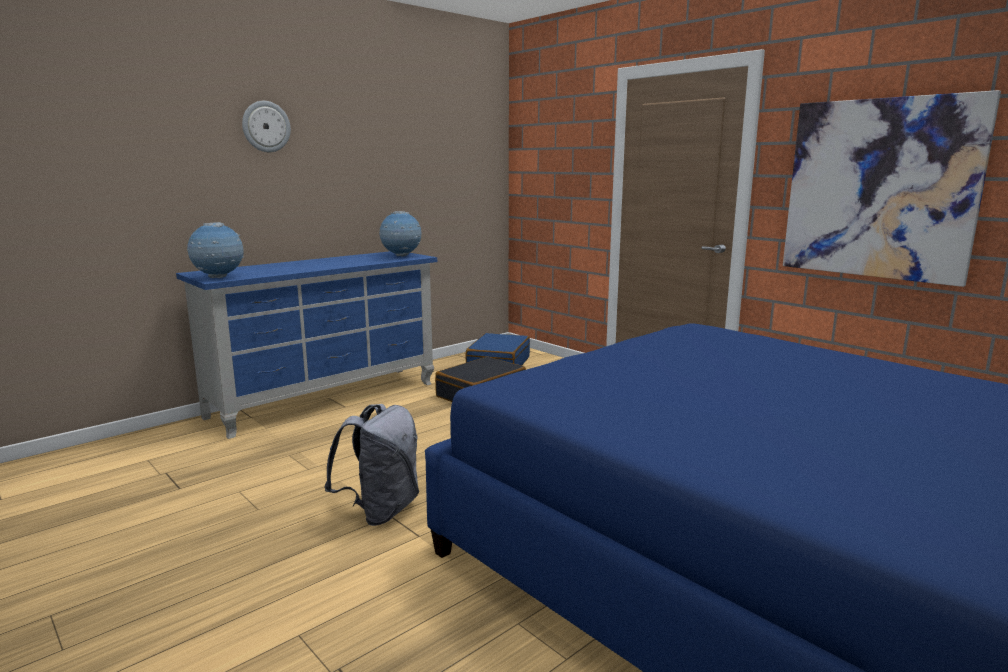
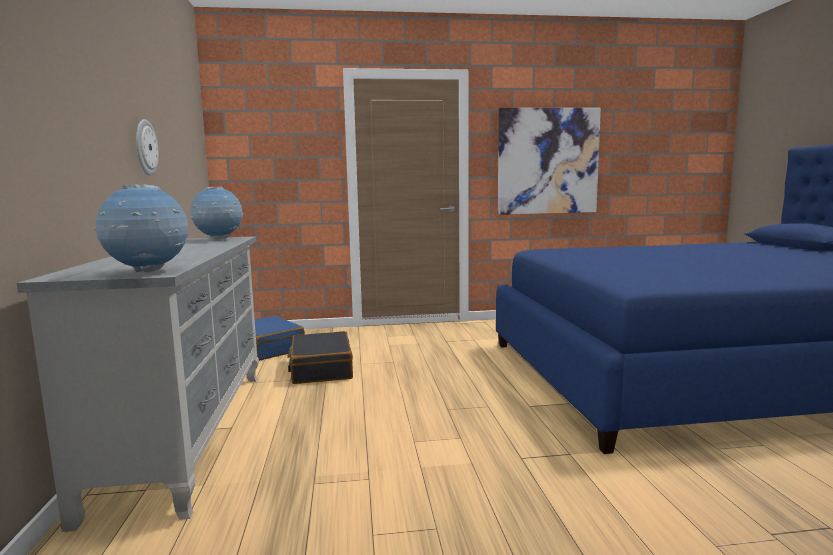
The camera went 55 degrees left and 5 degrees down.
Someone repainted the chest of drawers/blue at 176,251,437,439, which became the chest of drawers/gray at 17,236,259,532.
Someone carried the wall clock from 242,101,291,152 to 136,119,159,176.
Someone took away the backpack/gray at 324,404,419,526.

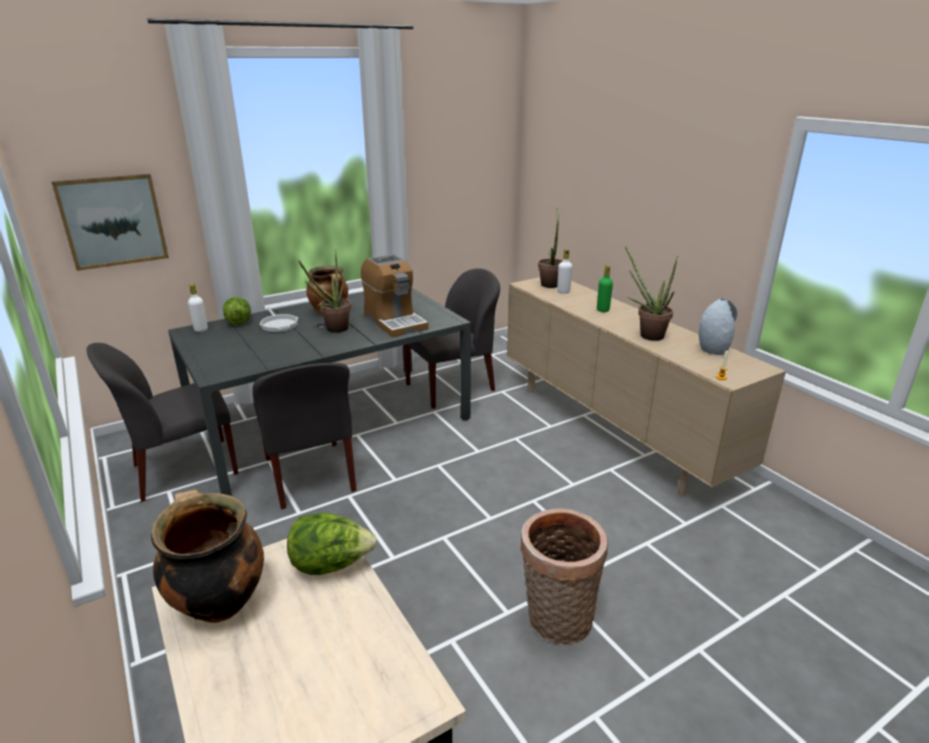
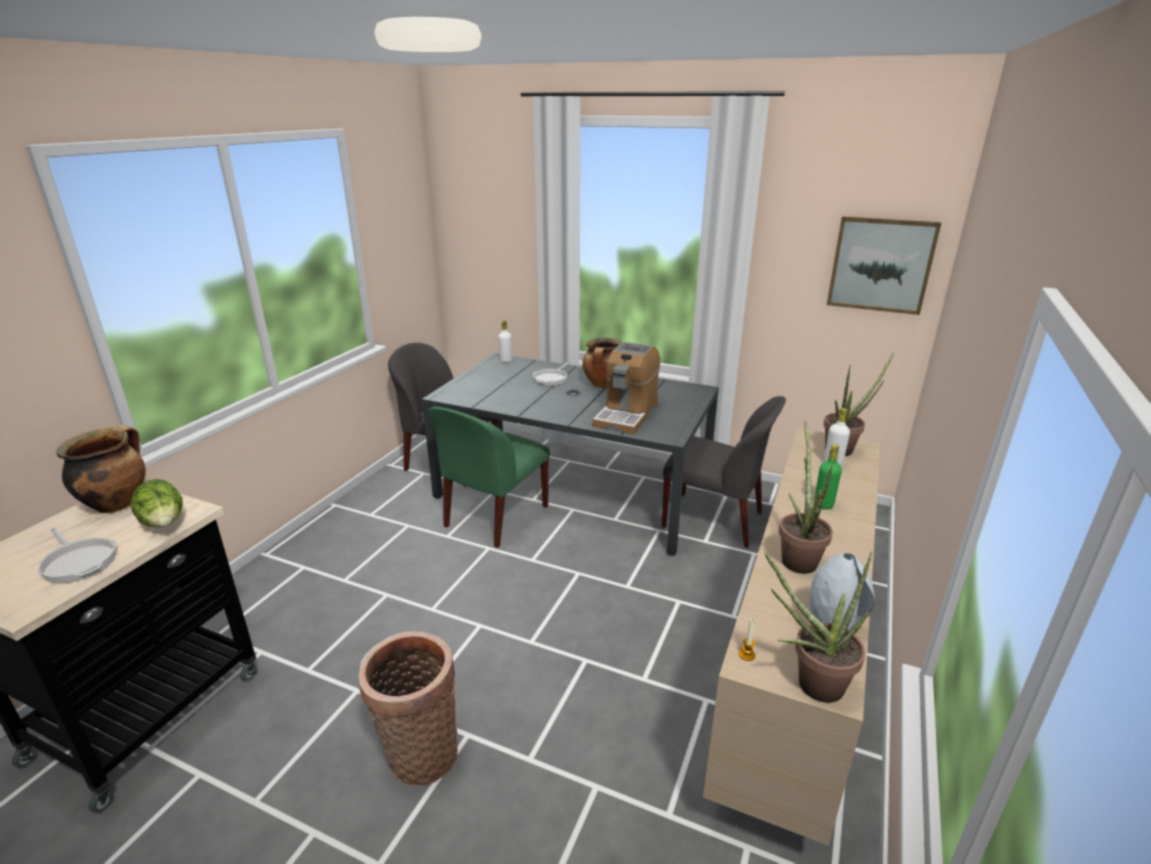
The camera went 55 degrees right and 0 degrees up.
Someone carried the wall picture from 51,174,169,271 to 827,216,941,315.
Someone took away the head of lettuce at 223,297,251,325.
Someone repainted the upright chair/gray at 252,363,356,509, which became the upright chair/green-coloured at 428,407,550,548.
Someone carried the potted plant from 298,250,351,333 to 764,551,872,703.
Someone put down the pan at 36,528,116,583.

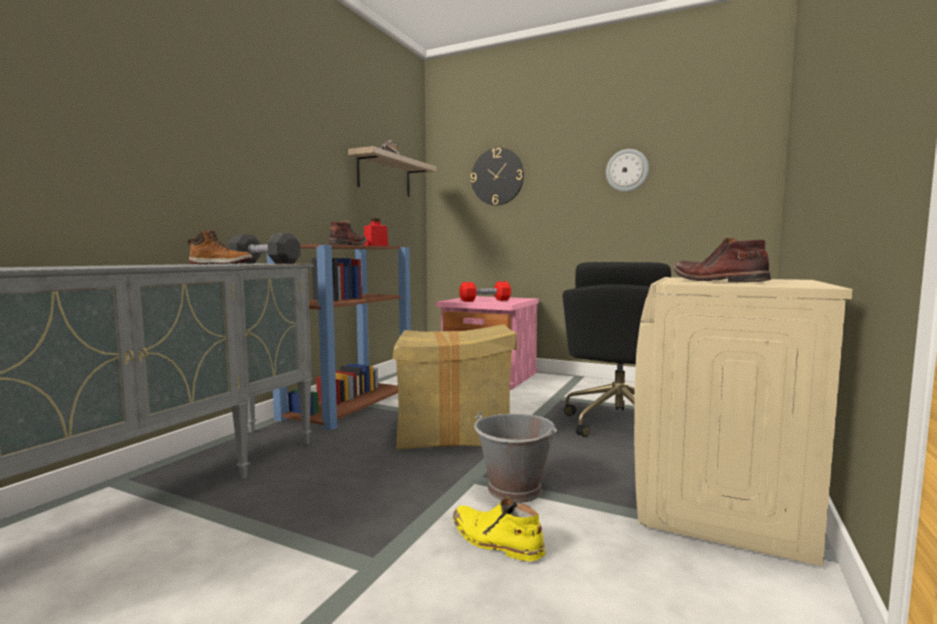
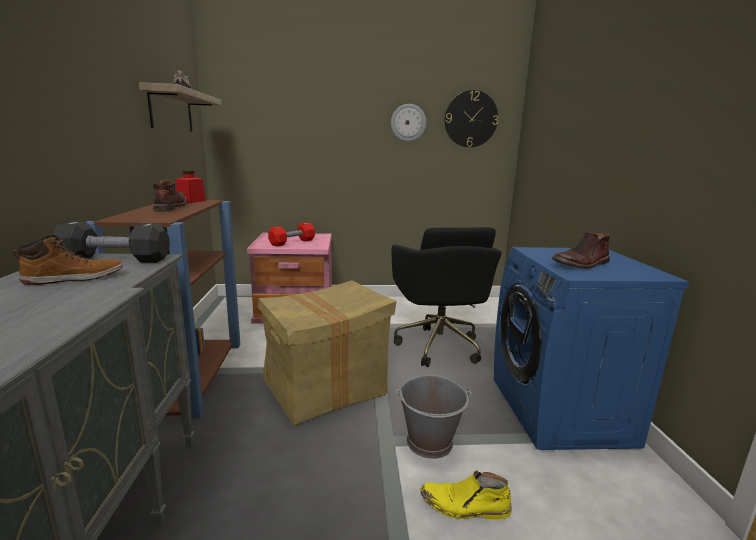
The camera went 30 degrees left and 10 degrees up.
Someone carried the wall clock from 471,148,524,205 to 445,90,498,147.
Someone repainted the laundry appliance/sand-coloured at 634,277,853,566, which became the laundry appliance/blue at 494,247,689,450.
Someone rotated the boot/brown at 673,238,771,282 by 60 degrees counterclockwise.

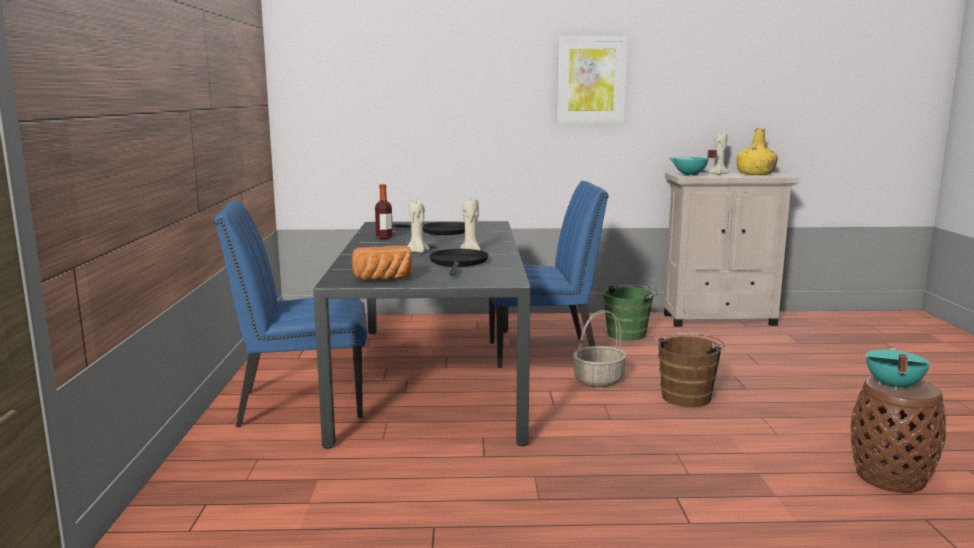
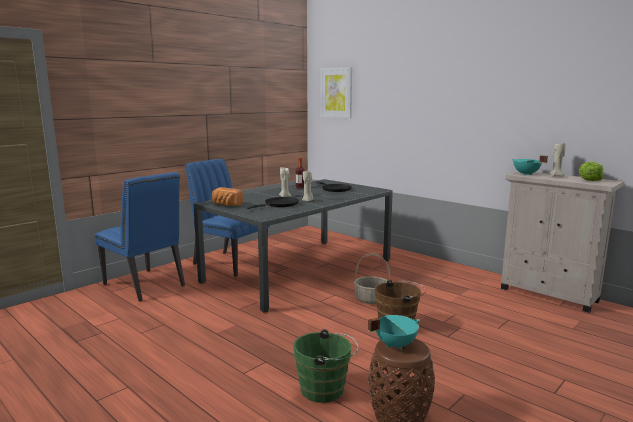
The camera went 45 degrees right and 0 degrees up.
Someone carried the upright chair/blue from 489,181,609,368 to 95,172,185,302.
Someone carried the wall picture from 556,36,628,123 to 320,67,352,118.
Someone carried the pail/green-coloured from 603,285,658,341 to 293,329,359,403.
Someone swapped the beverage bottle/yellow at 737,128,778,175 for the head of lettuce at 579,162,603,181.

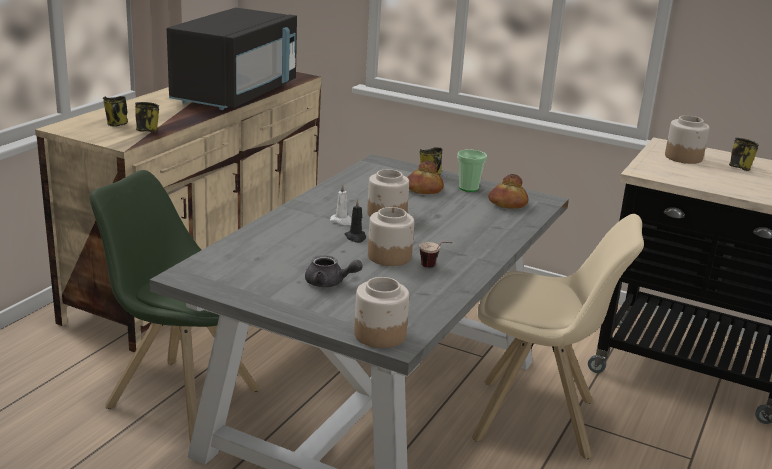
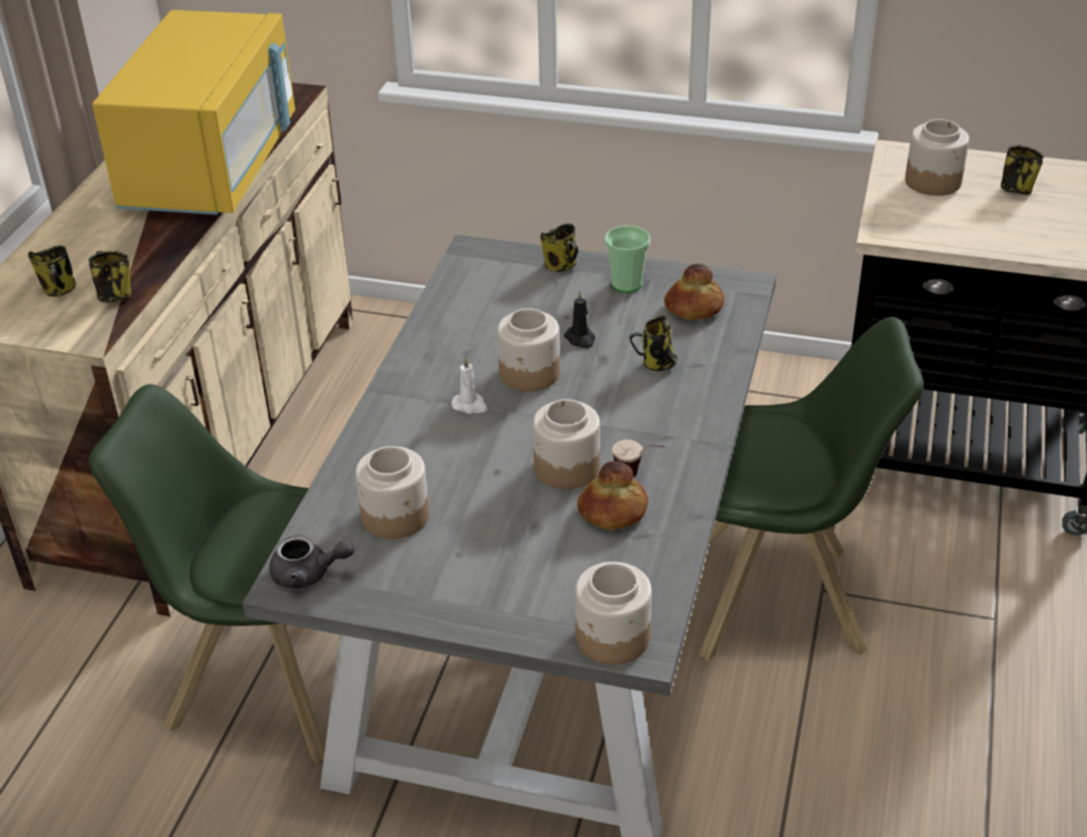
The camera went 10 degrees left and 15 degrees up.
Someone repainted the kitchen microwave/black-coloured at 167,8,297,110, which became the kitchen microwave/yellow at 92,10,295,215.
Someone carried the teapot/gray from 305,255,363,287 to 269,534,354,589.
Someone carried the wax candle/black-coloured from 344,199,366,243 to 564,291,595,348.
Someone carried the bakery bread from 407,160,444,194 to 577,461,648,530.
Someone repainted the upright chair/sand-coloured at 472,214,644,459, which became the upright chair/green-coloured at 699,317,924,661.
Someone put down the jar at 355,446,429,539.
Someone put down the mug at 629,316,677,371.

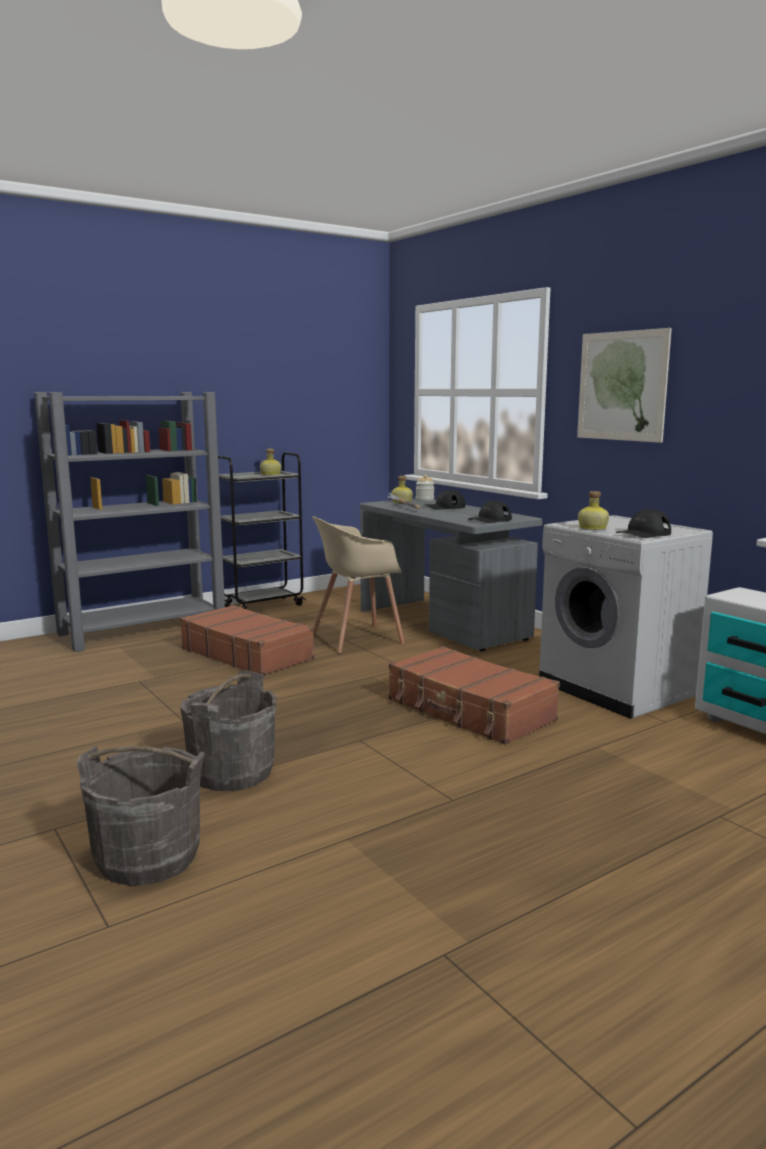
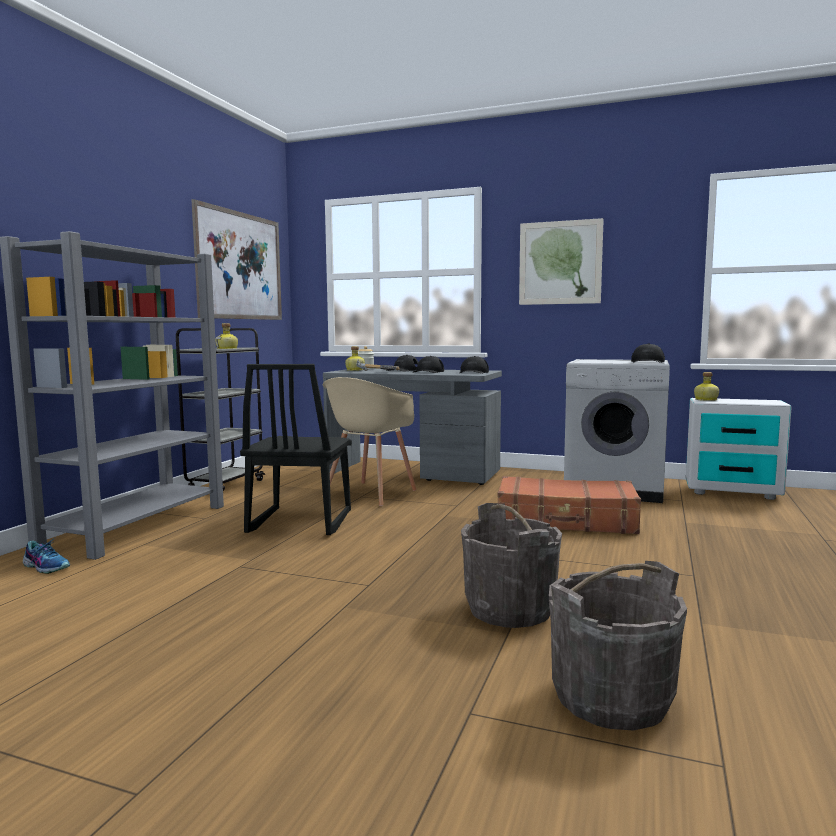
The camera went 35 degrees left and 5 degrees down.
Someone swapped the suitcase/brown at 180,605,314,675 for the upright chair/black-coloured at 240,364,352,535.
Someone carried the beverage bottle from 578,491,609,530 to 694,372,719,401.
Someone put down the shoe at 23,539,70,574.
Someone put up the wall picture at 191,199,282,320.
Someone put down the baseball cap/black-coloured at 413,356,444,373.

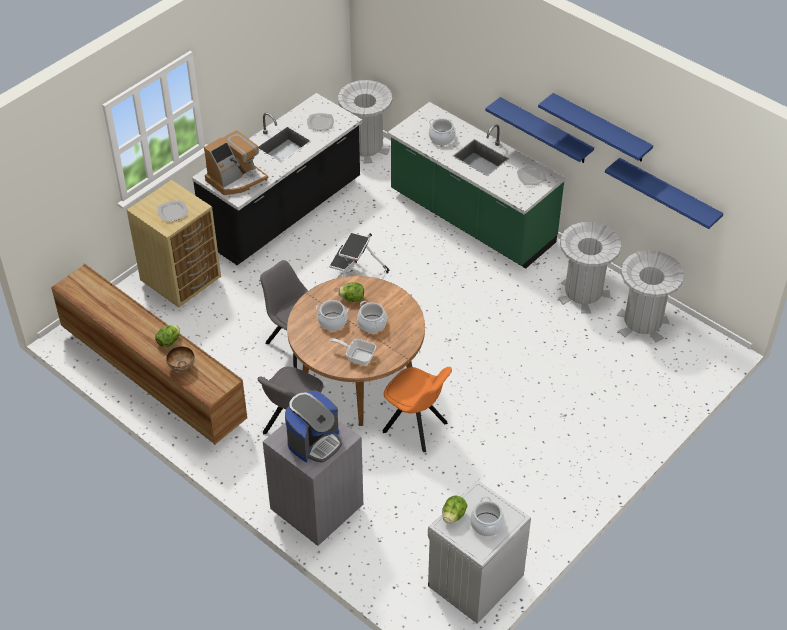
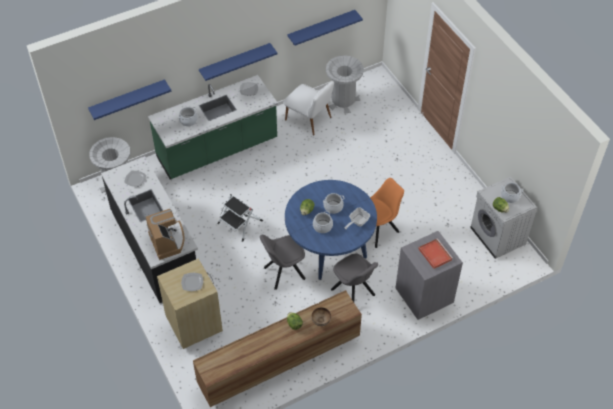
The camera went 70 degrees left and 5 degrees up.
Someone swapped the coffee brewer at 285,390,342,463 for the tray/red-coloured at 418,238,453,269.
Someone repainted the dinner table/brown at 287,276,425,426, which became the dinner table/blue at 285,180,377,280.
Someone carried the shelf/blue from 538,93,653,161 to 88,79,171,120.
Someone swapped the rubbish bin/gray at 558,222,621,314 for the upright chair/whitish at 283,81,334,135.

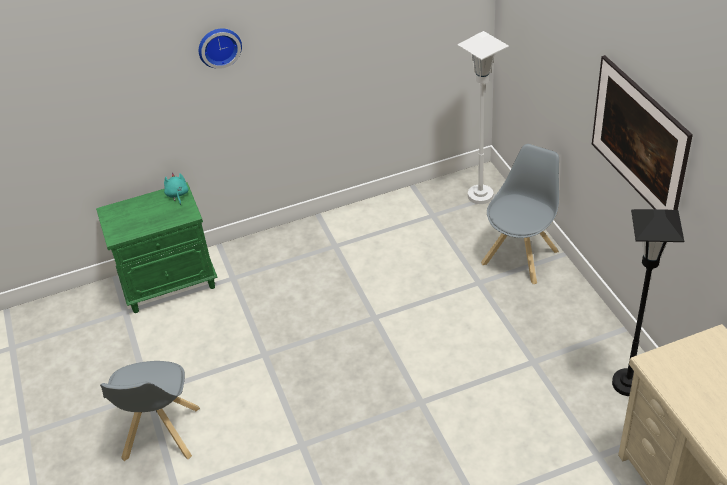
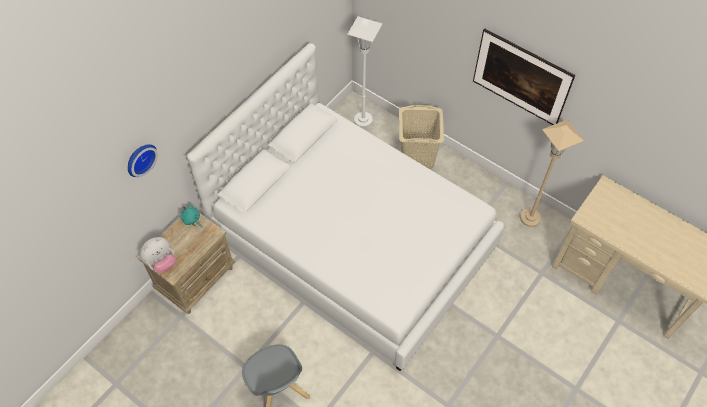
The camera went 35 degrees left and 15 degrees up.
Someone repainted the nightstand/green-coloured at 96,182,218,313, which became the nightstand/sand-coloured at 137,207,236,314.
Someone carried the wall clock from 199,28,242,69 to 128,144,158,177.
Someone swapped the upright chair/gray at 481,144,559,284 for the washing basket/sand-coloured at 399,105,444,169.
Someone repainted the standard lamp/black-coloured at 612,209,684,396, which became the standard lamp/sand-coloured at 520,120,584,227.
Someone put down the cuddly toy at 139,237,176,273.
Someone put down the bed/whitish at 187,43,505,371.

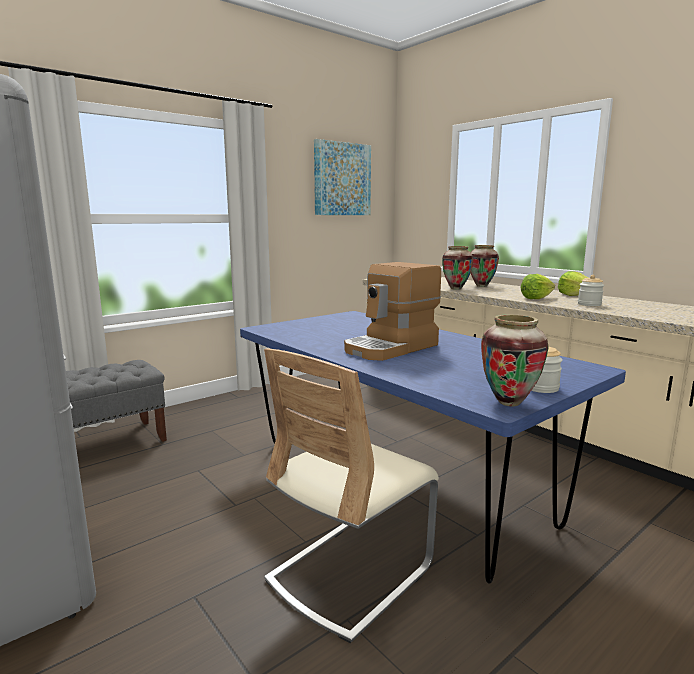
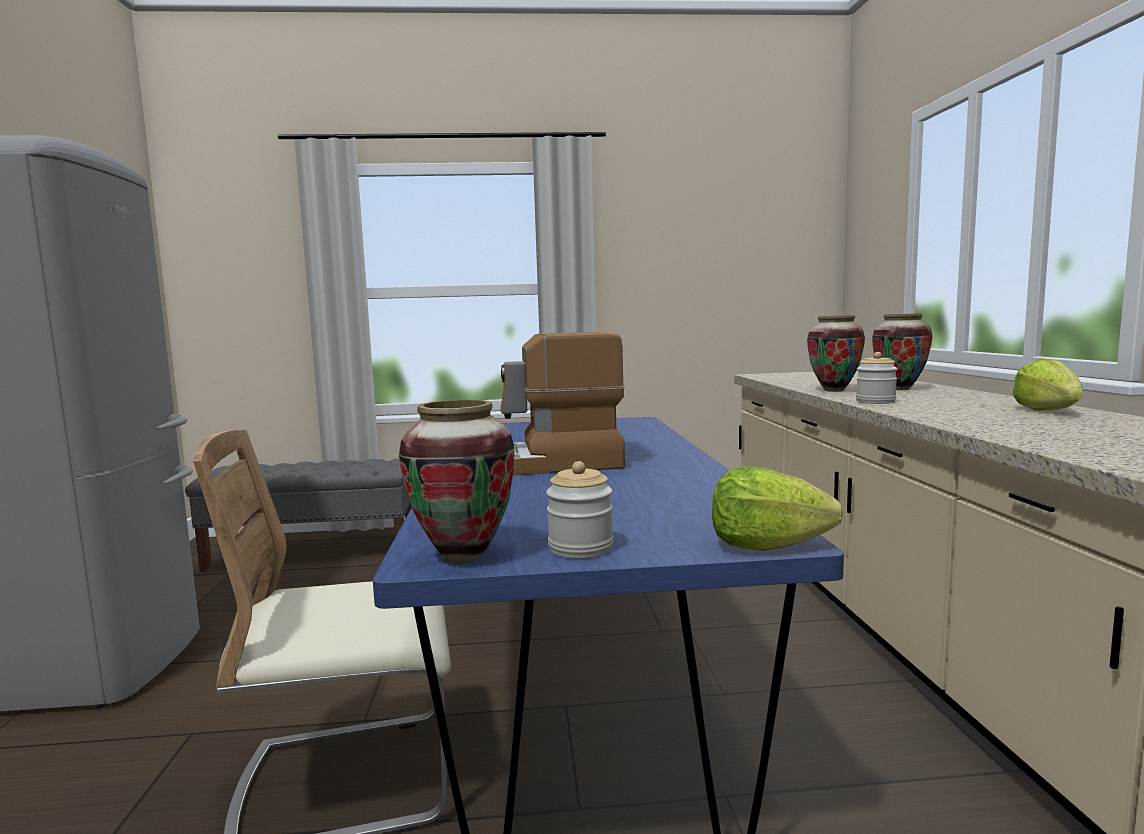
The camera went 35 degrees right and 5 degrees down.
Someone took away the wall picture at 314,139,371,215.
Someone carried the head of lettuce from 520,274,555,299 to 712,467,843,551.
Someone carried the jar from 578,275,604,306 to 856,352,897,404.

